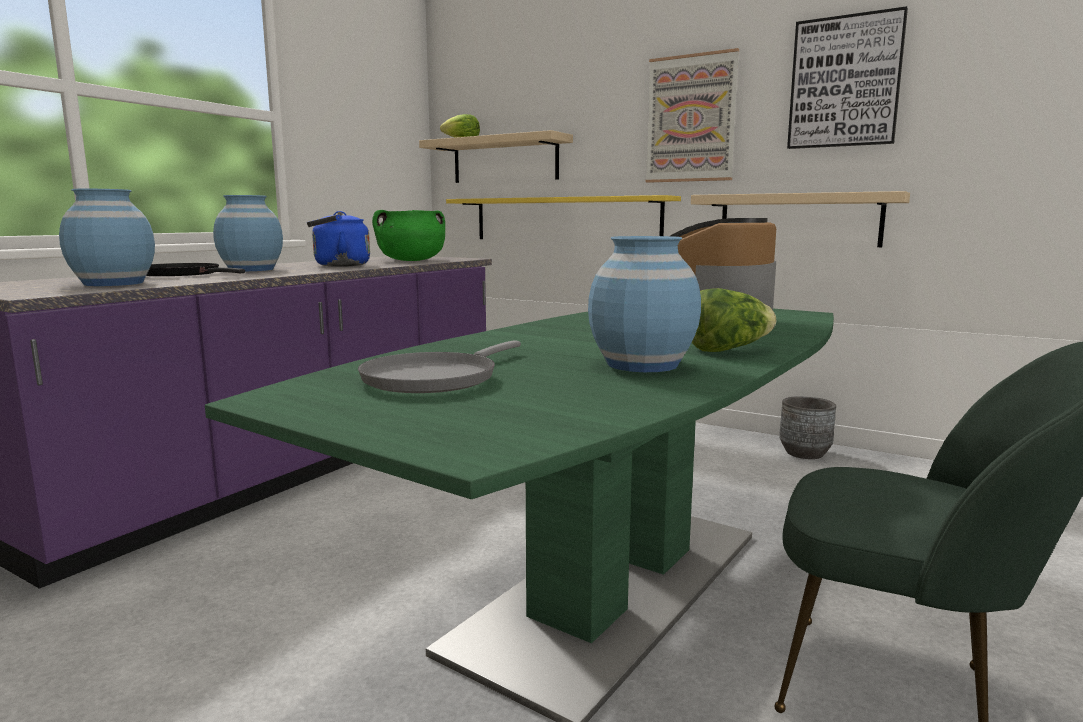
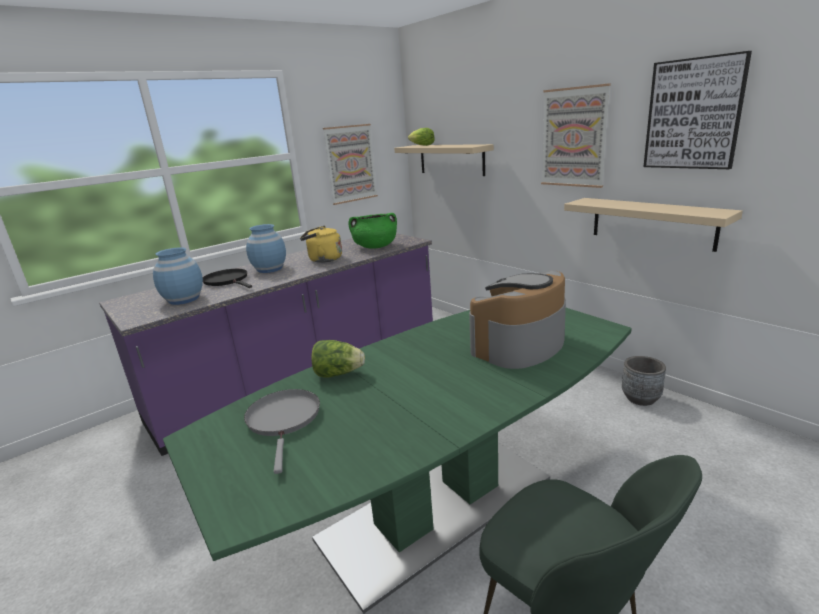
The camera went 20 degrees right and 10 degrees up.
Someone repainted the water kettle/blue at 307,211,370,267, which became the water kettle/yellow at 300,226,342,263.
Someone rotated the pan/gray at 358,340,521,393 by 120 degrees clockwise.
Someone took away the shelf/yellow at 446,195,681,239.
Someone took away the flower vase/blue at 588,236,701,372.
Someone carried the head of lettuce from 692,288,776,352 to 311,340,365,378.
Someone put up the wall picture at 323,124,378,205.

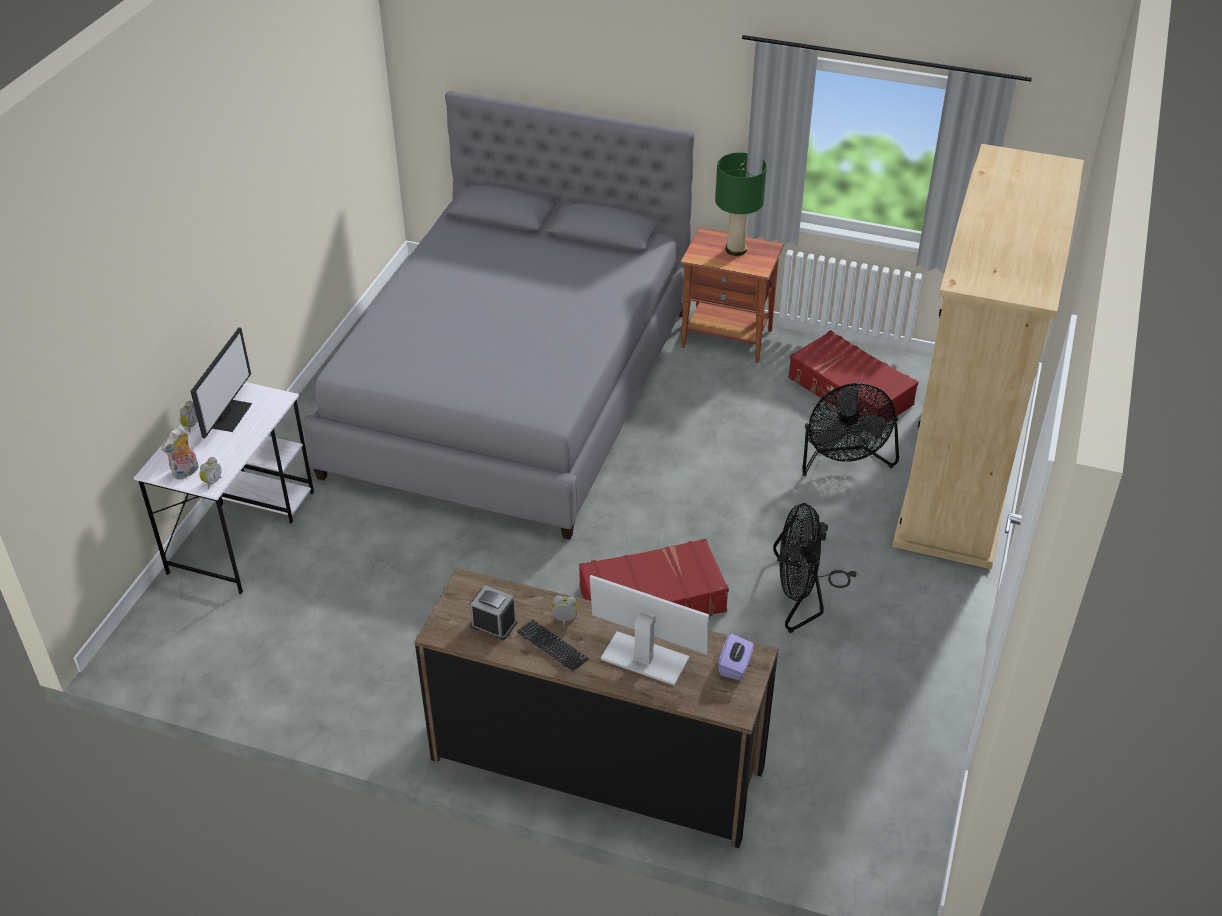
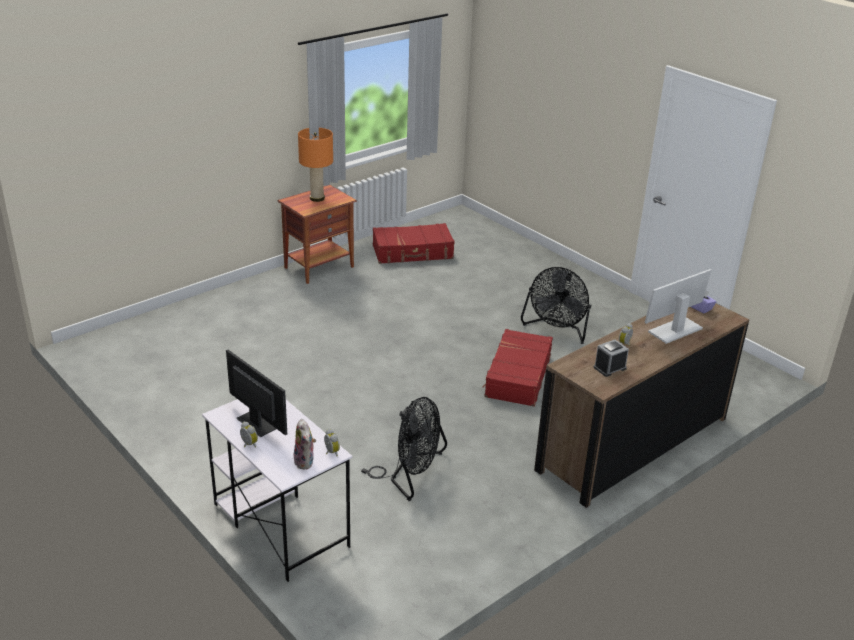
The camera went 60 degrees left and 10 degrees down.
Someone took away the bed/gray at 303,91,695,540.
Someone took away the keyboard at 517,619,589,671.
Someone repainted the lamp for a table/green-coloured at 715,153,767,256, which became the lamp for a table/orange-coloured at 298,128,333,202.
Someone carried the cooling fan/black-coloured from 802,382,899,476 to 361,397,447,501.
Someone took away the clothes cupboard/sand-coloured at 892,144,1084,569.

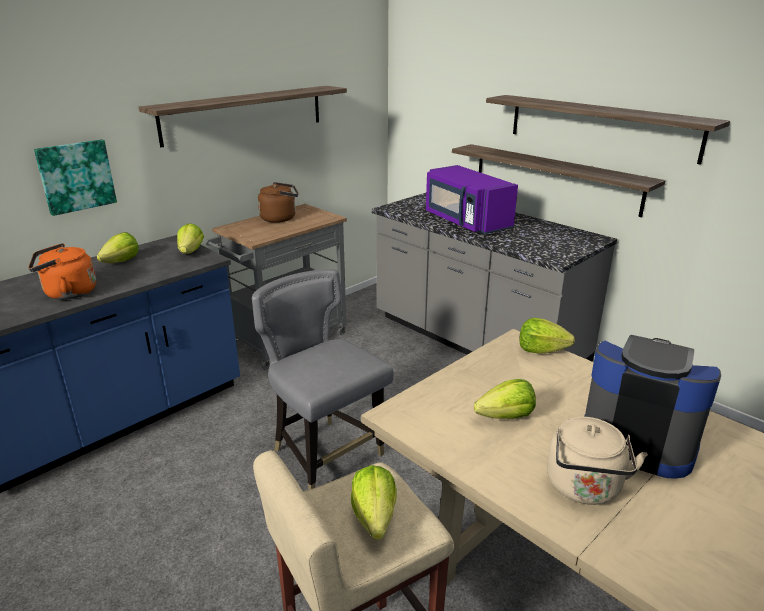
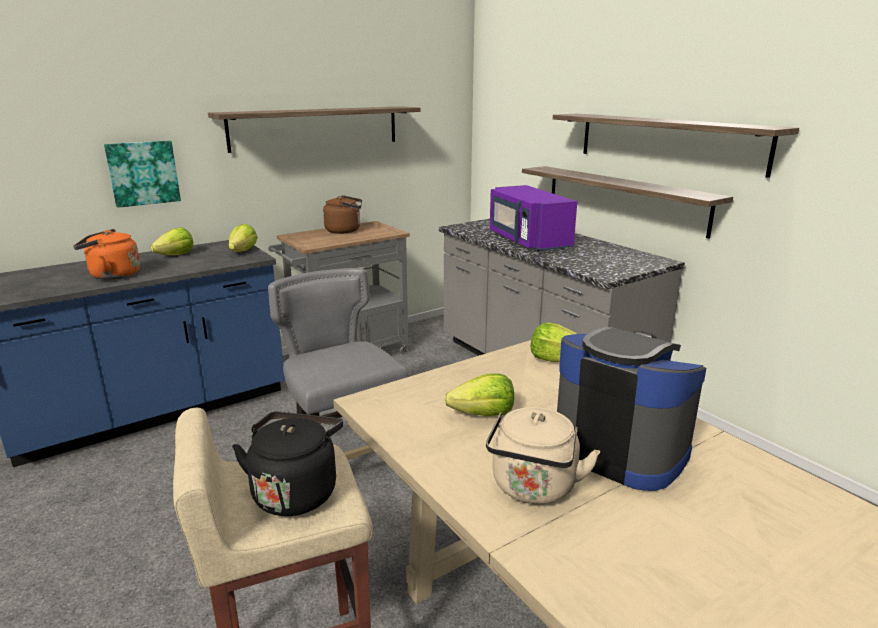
The camera went 10 degrees right and 5 degrees down.
Someone swapped the head of lettuce at 351,465,397,540 for the water kettle/black-coloured at 232,412,343,516.

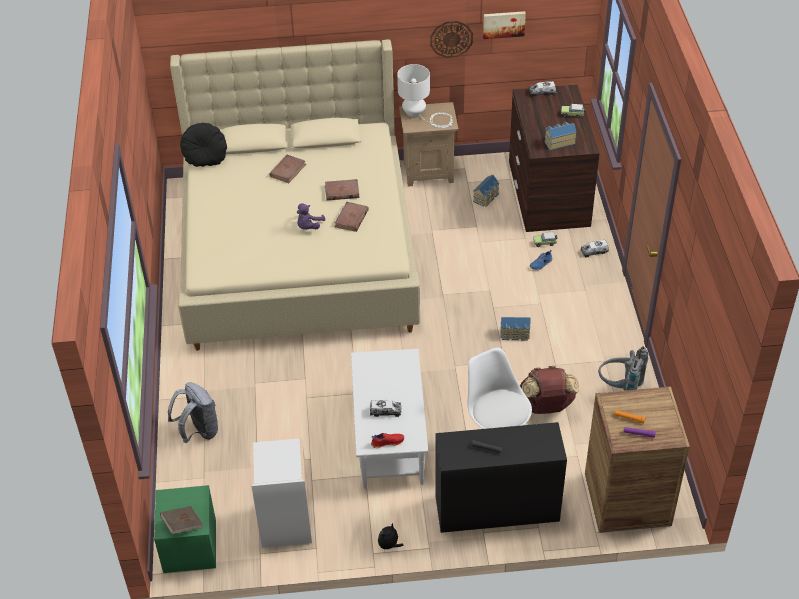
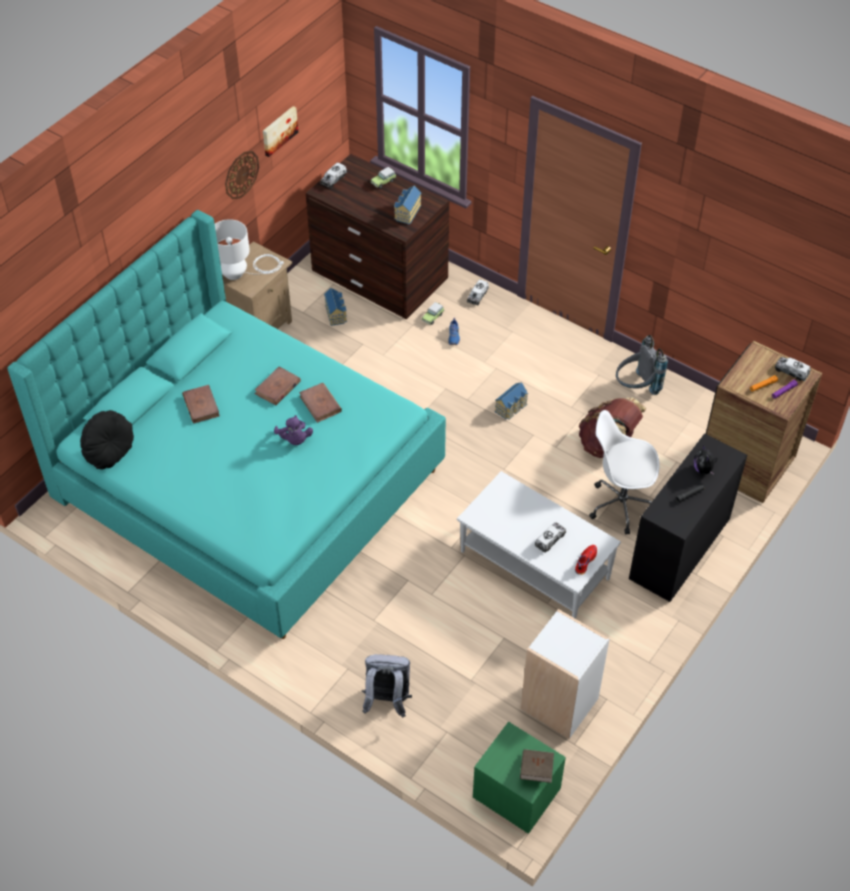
The camera went 50 degrees left and 5 degrees up.
Someone repainted the bed/sand-coloured at 170,39,420,351, which became the bed/turquoise at 7,210,446,639.
Someone carried the cuddly toy from 378,523,403,550 to 694,444,718,475.
Someone put down the toy lorry at 775,357,811,381.

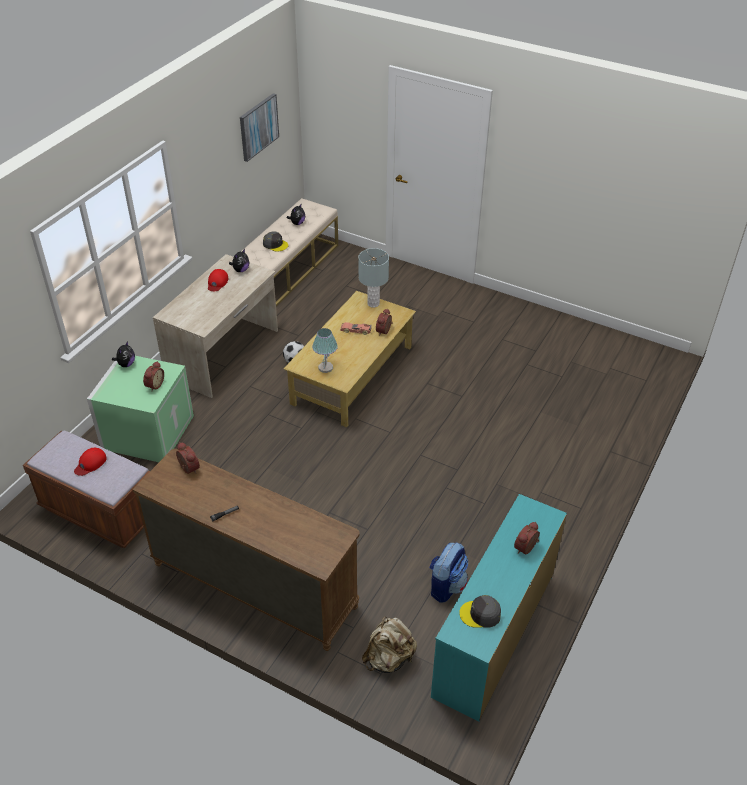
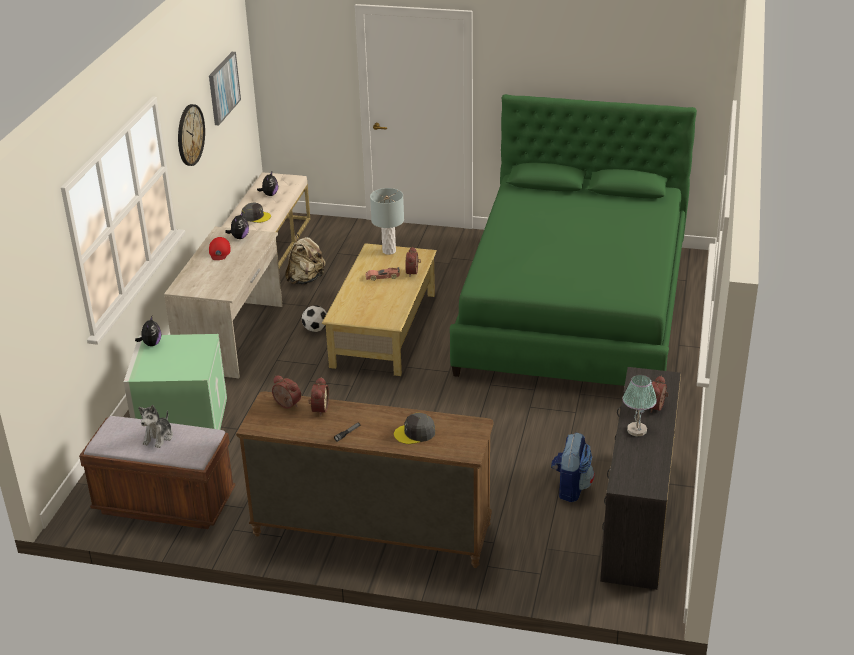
The camera went 15 degrees left and 10 degrees down.
Someone swapped the baseball cap/red-coloured at 74,448,107,476 for the cuddly toy at 138,405,173,448.
Someone carried the table clock from 143,361,164,391 to 308,377,329,416.
Someone carried the lamp for a table from 312,328,338,373 to 623,375,657,436.
Someone carried the backpack/sand-coloured from 362,616,417,673 to 285,234,326,284.
Someone repainted the chest of drawers/turquoise at 431,494,567,722, which became the chest of drawers/black-coloured at 600,367,681,590.
Someone carried the baseball cap/gray from 459,595,501,628 to 394,413,435,444.
Someone put up the wall clock at 178,104,205,166.
Someone put down the bed/green-coloured at 450,94,697,386.

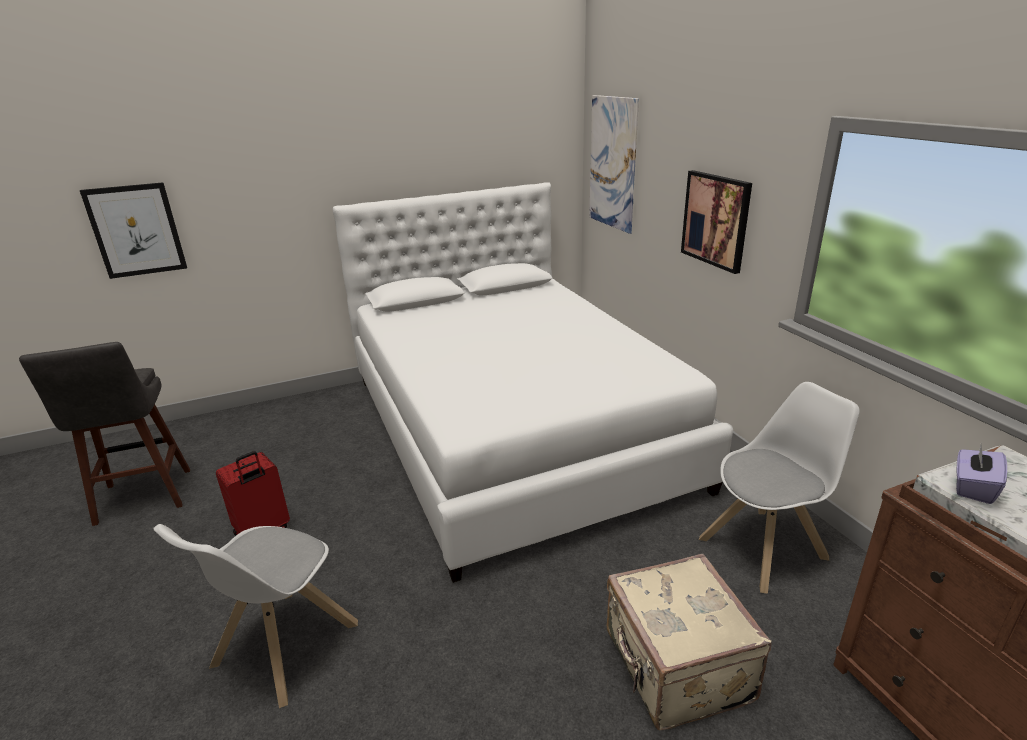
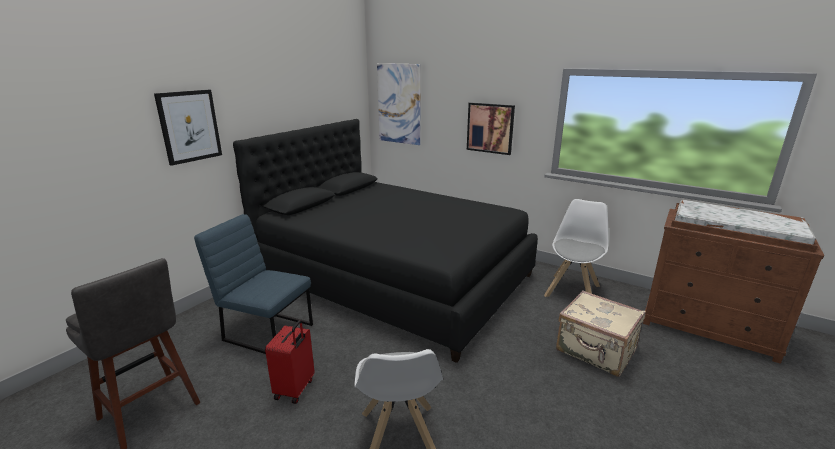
The camera went 35 degrees left and 5 degrees down.
Someone carried the wall picture from 80,182,187,279 to 154,90,222,166.
Someone repainted the bed/whitish at 333,182,733,583, which became the bed/black-coloured at 233,119,538,363.
Someone took away the box of tissues/purple at 956,444,1007,504.
Someone put down the upright chair/blue at 194,214,313,354.

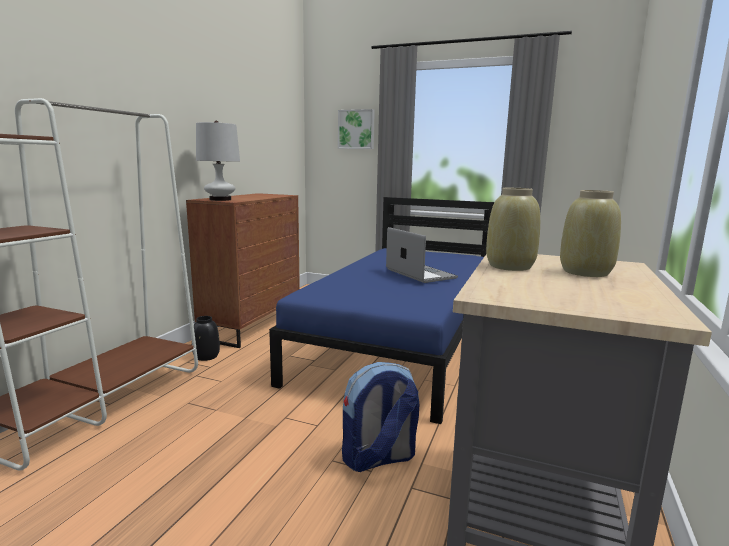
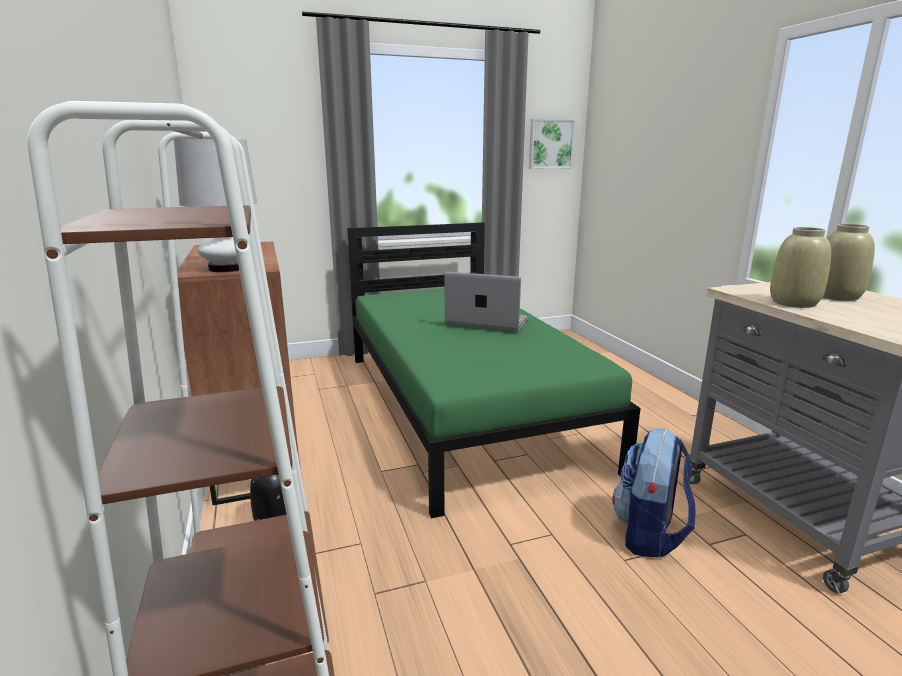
The camera went 40 degrees left and 5 degrees up.
Someone repainted the bed/blue at 269,197,494,424, which became the bed/green-coloured at 347,222,641,518.
Someone carried the wall picture from 338,109,375,149 to 529,119,575,169.

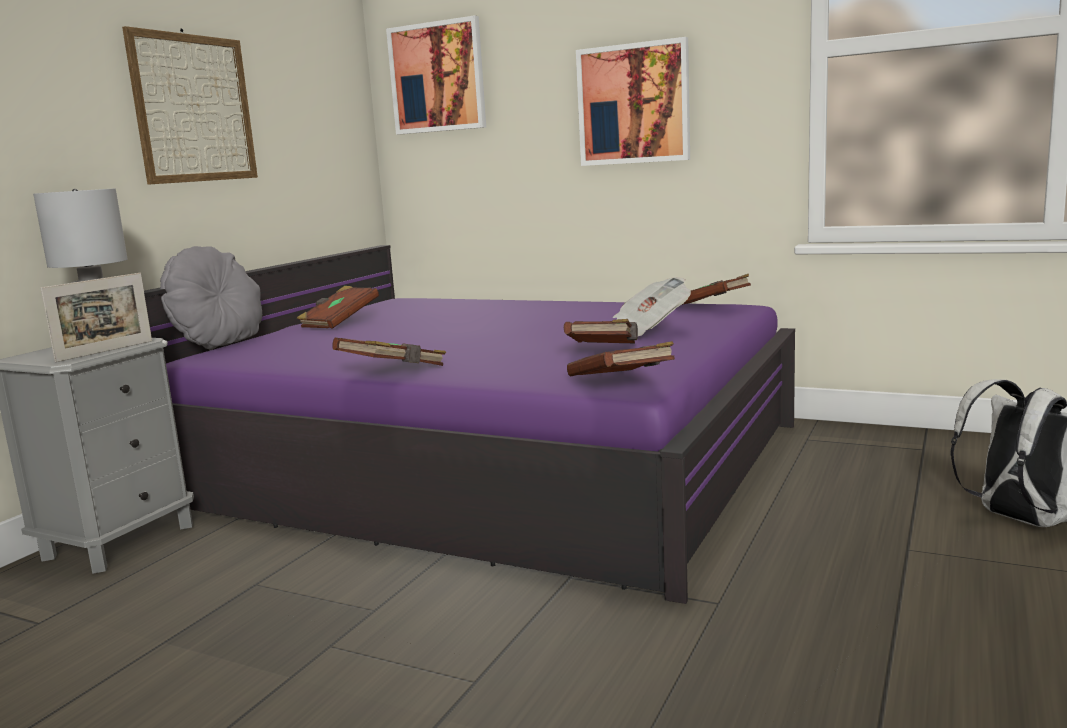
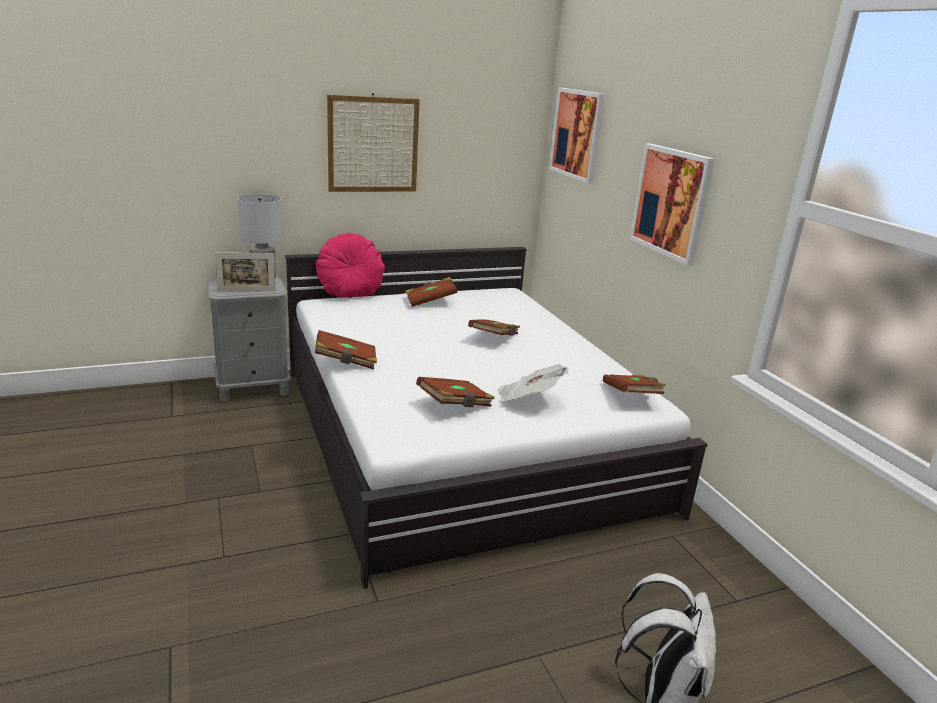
The camera went 40 degrees right and 10 degrees up.
Someone repainted the bed/purple at 144,245,795,604, which became the bed/whitish at 285,247,708,589.
Someone repainted the throw pillow/gray at 160,246,262,349, which became the throw pillow/pinkish at 316,233,385,298.
Someone carried the bound book/brown from 567,341,675,376 to 468,319,520,336.

